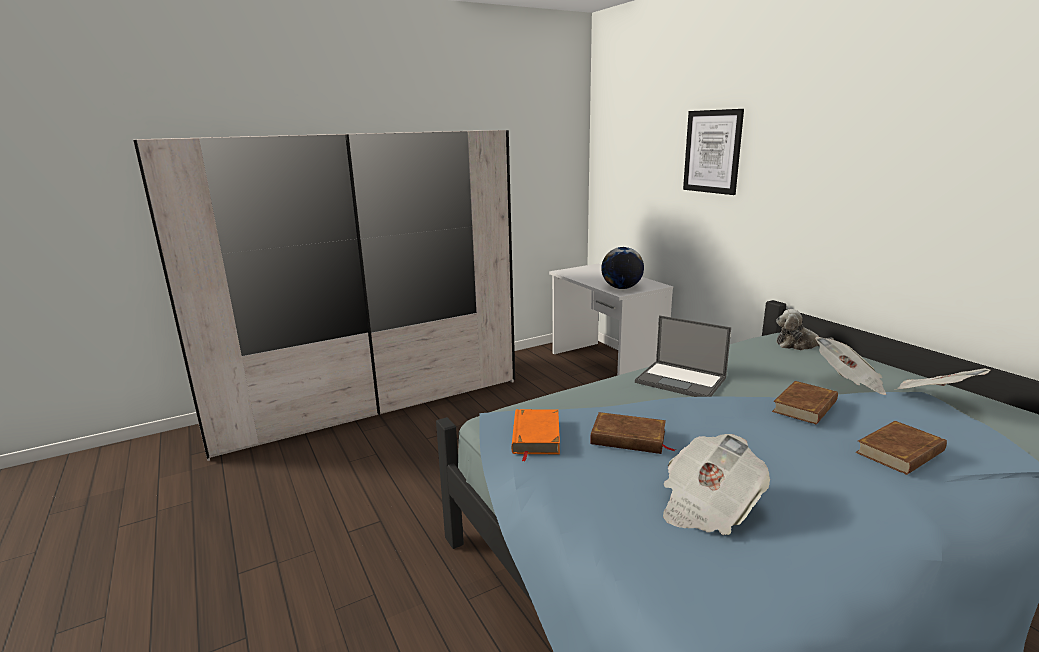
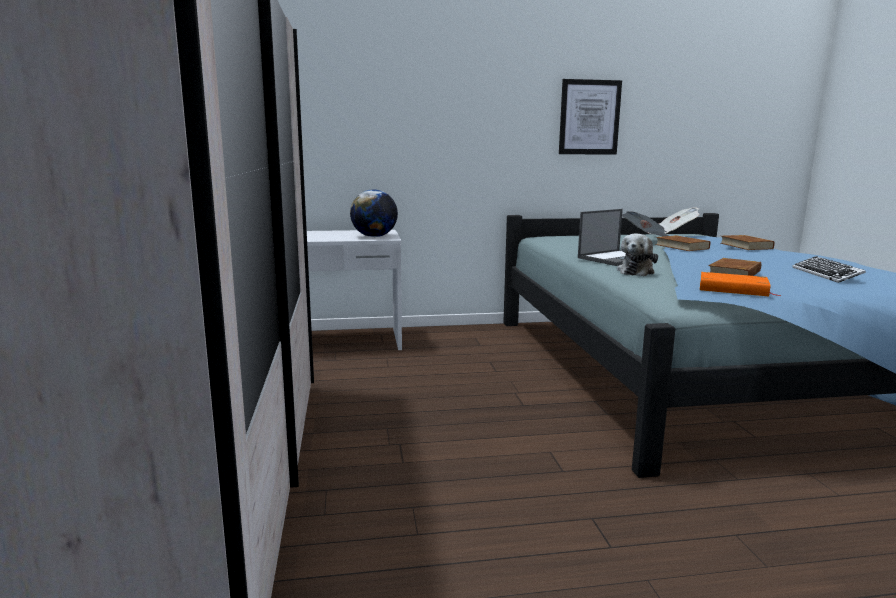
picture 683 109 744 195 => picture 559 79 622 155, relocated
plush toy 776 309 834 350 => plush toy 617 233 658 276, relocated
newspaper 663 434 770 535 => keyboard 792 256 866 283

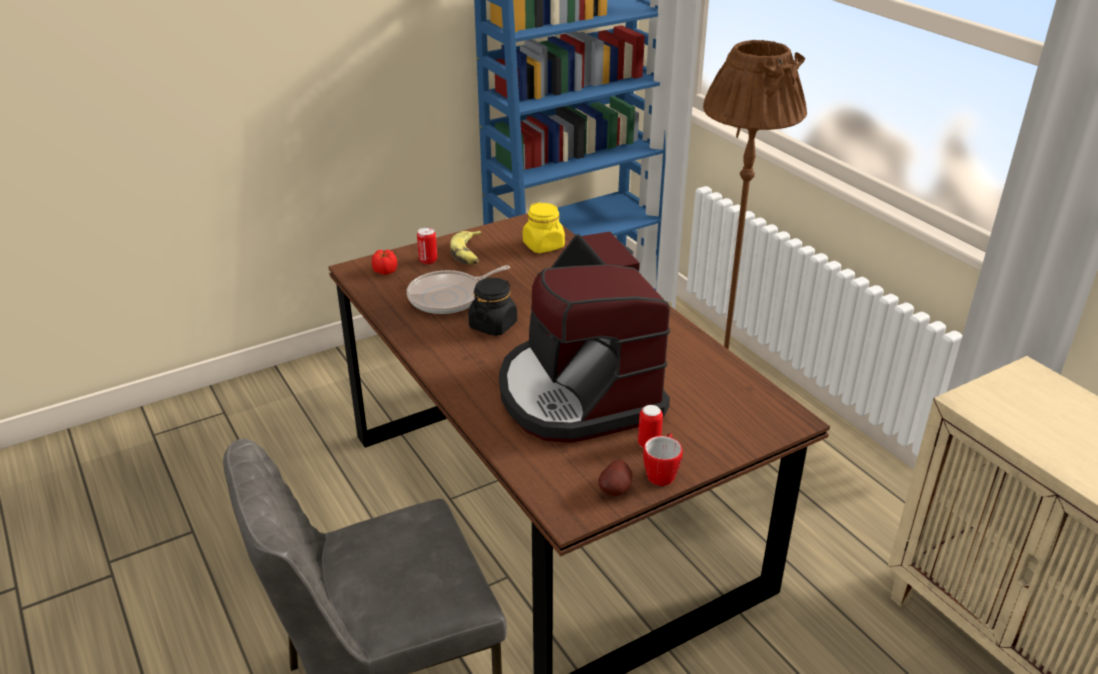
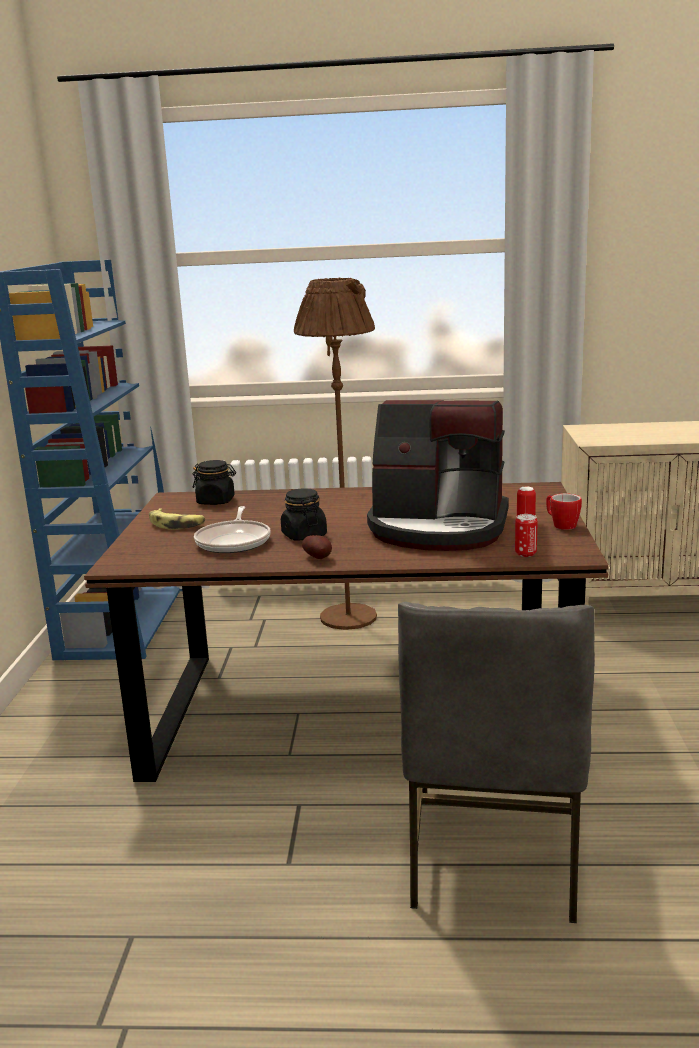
jar/yellow 523 202 565 253 => jar/black 192 460 236 505
can 417 227 437 264 => can 515 514 538 557, relocated
tomato 372 250 397 275 => nothing
potato 598 460 632 496 => potato 302 535 332 559, relocated

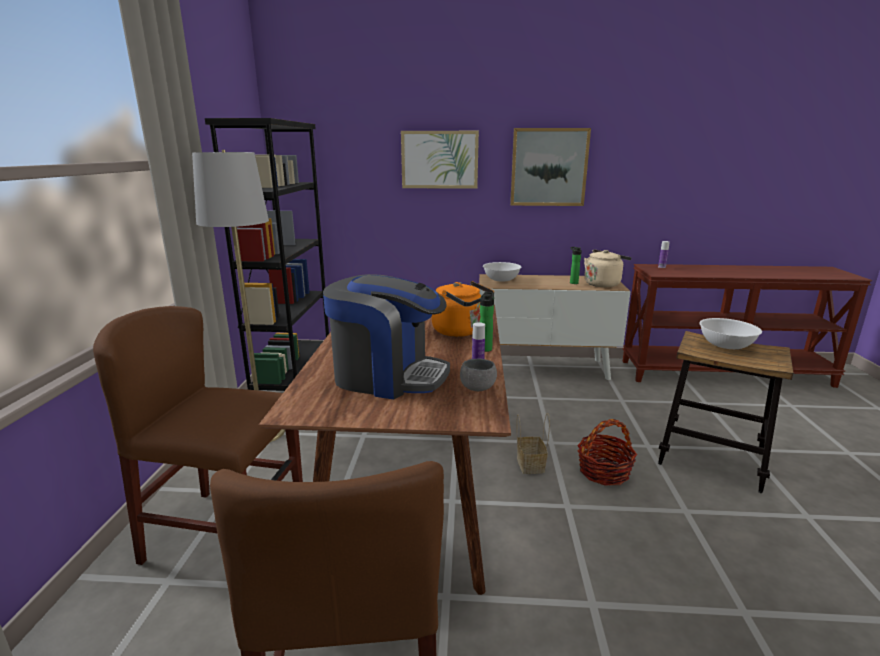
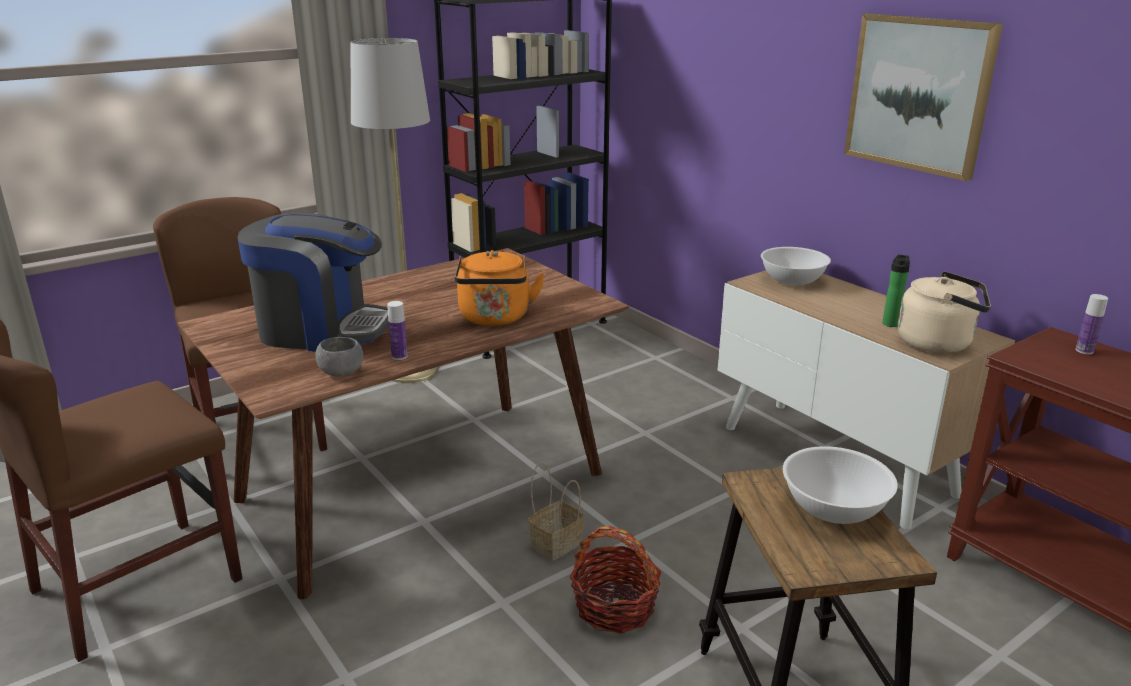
picture 401 131 479 189 => nothing
coffee machine 323 274 450 399 => coffee machine 237 213 389 352, 60 degrees counterclockwise
bottle 480 292 494 352 => nothing

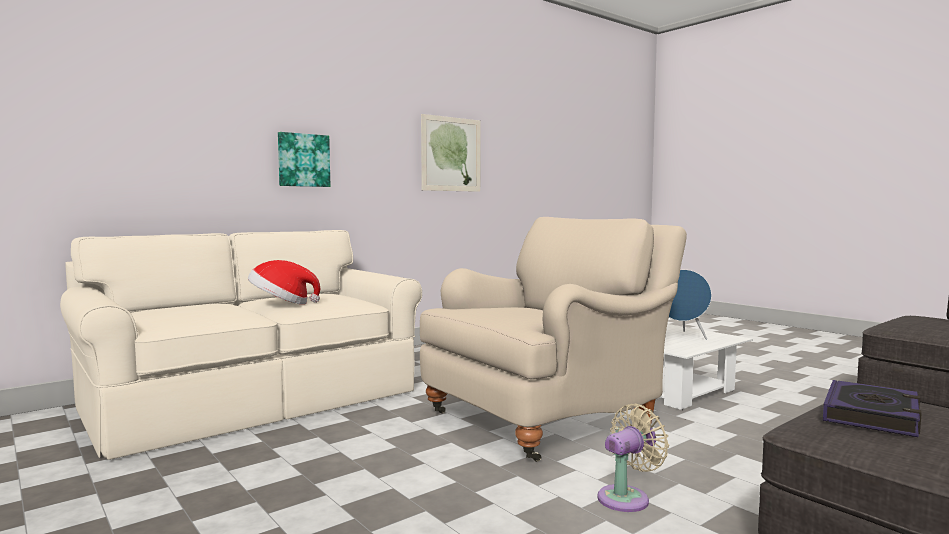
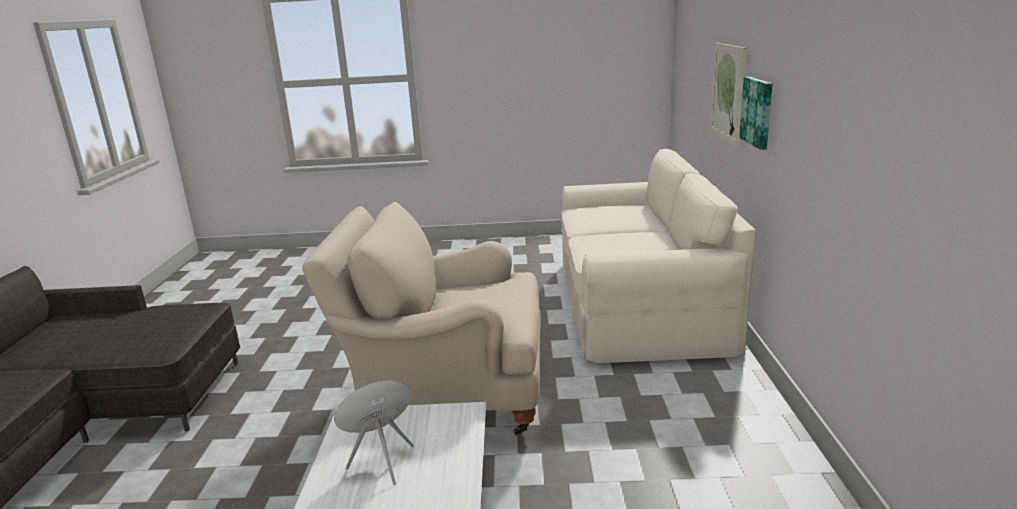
picture 421 114 480 192 => picture 710 43 747 148, relocated
armchair/beige 420 217 687 462 => armchair/beige 302 202 541 435, 90 degrees clockwise
hat 248 260 320 305 => nothing
book 823 380 922 437 => nothing
fan/beige 597 403 669 512 => nothing

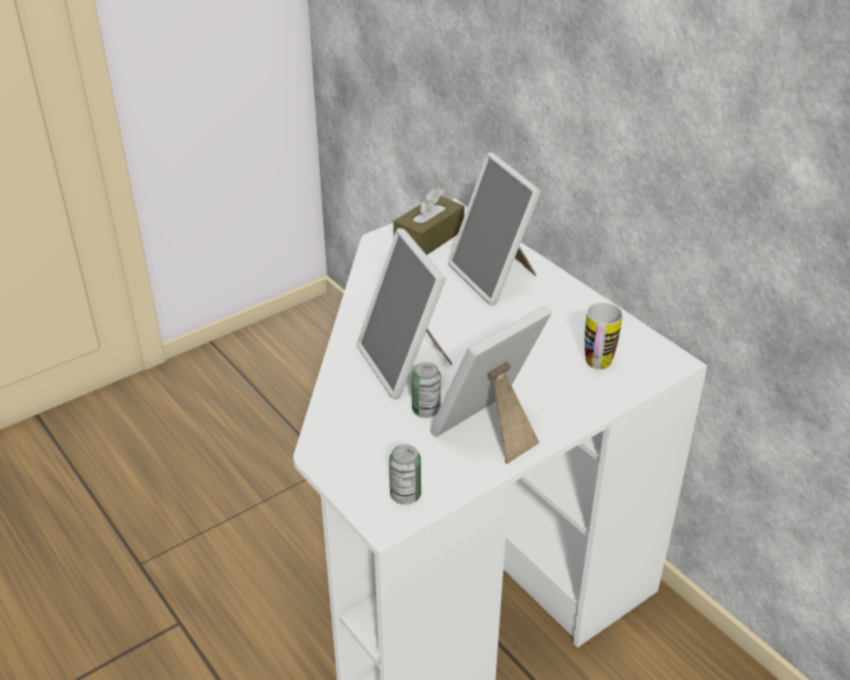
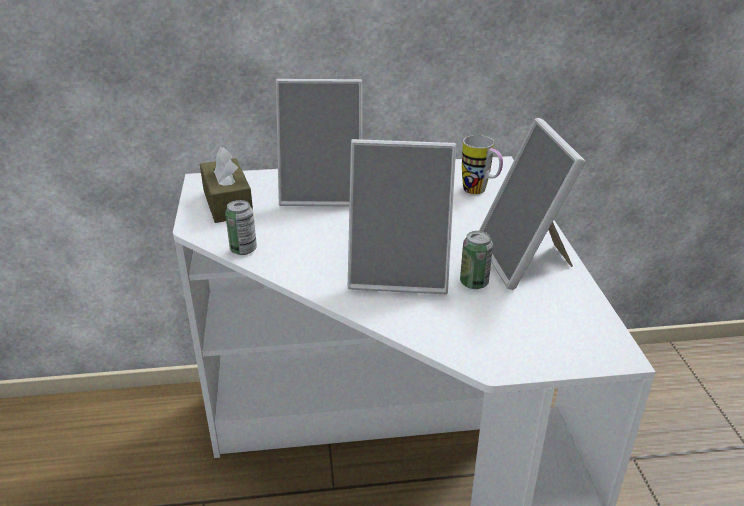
can 389 444 421 505 => can 225 200 257 255, relocated

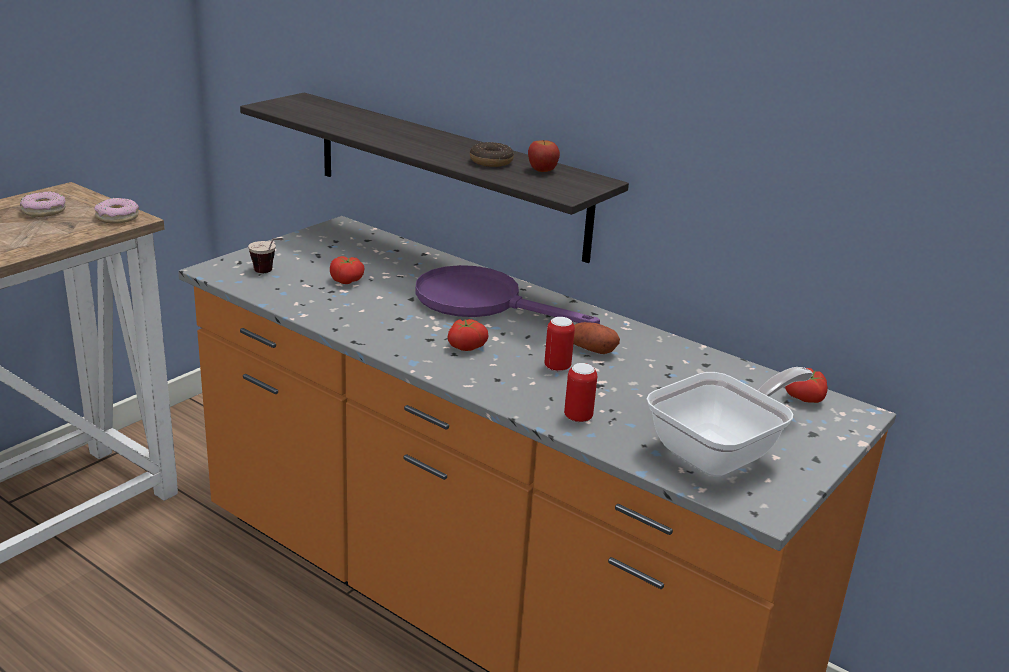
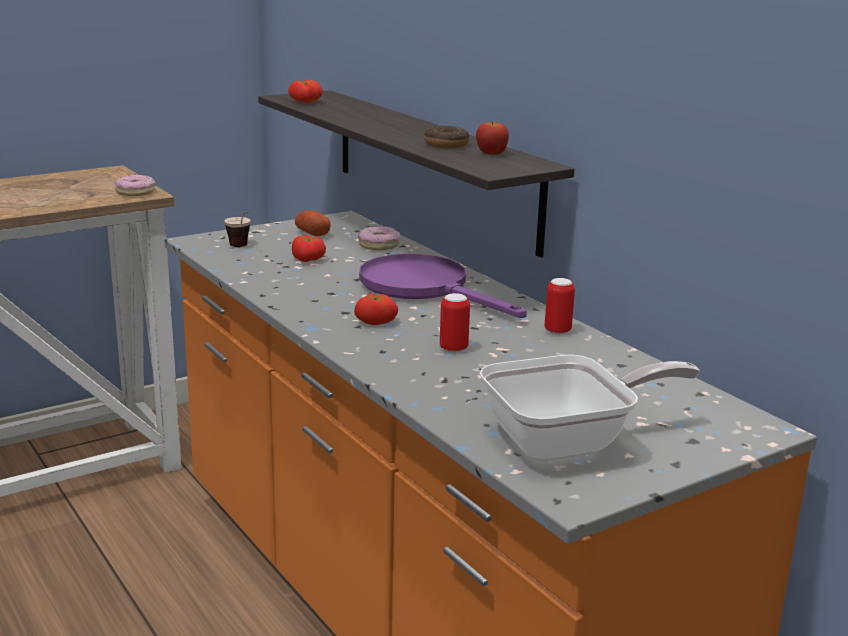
donut 20 191 66 217 => donut 358 226 400 250, relocated
potato 573 322 620 354 => potato 295 210 331 236, relocated
can 564 363 597 423 => can 544 278 575 334, relocated
tomato 785 368 828 403 => tomato 288 79 323 103, relocated

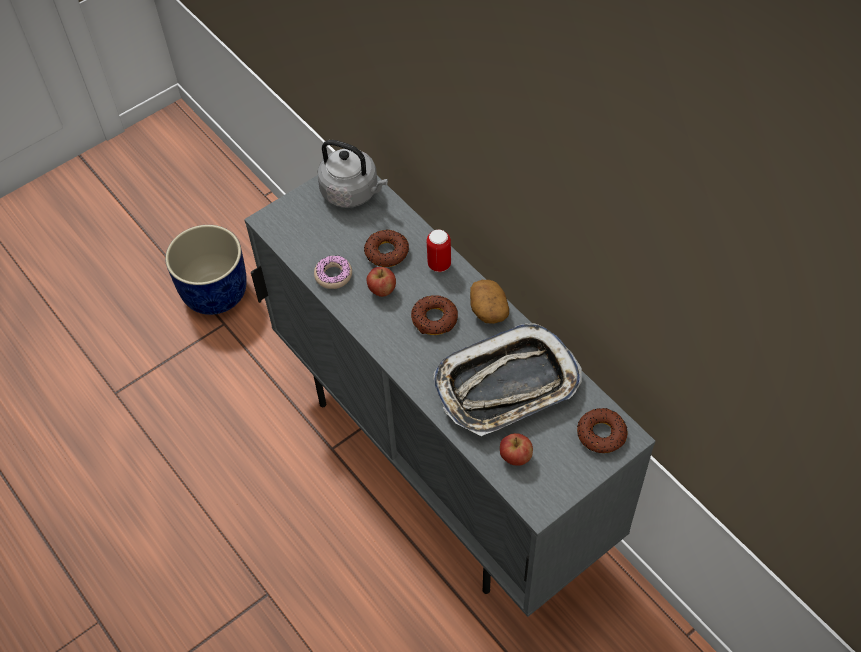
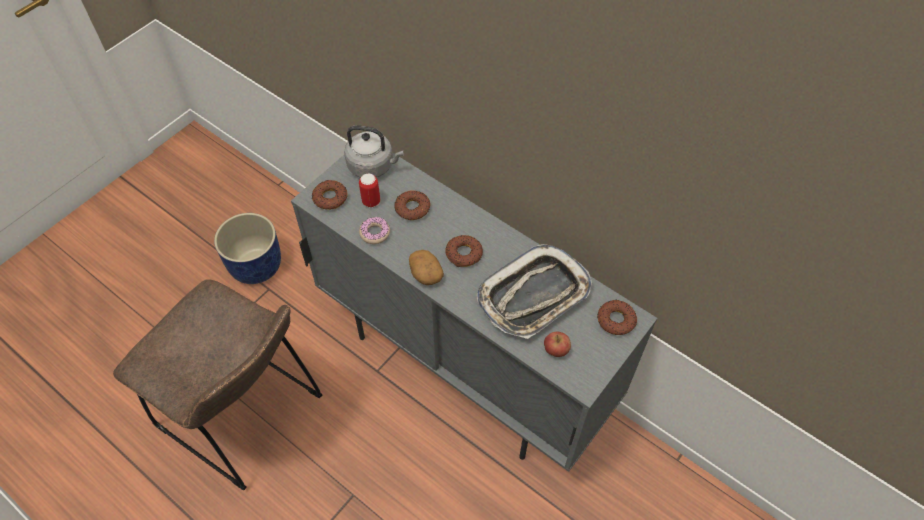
can 427 229 451 272 => can 359 173 380 207, relocated
apple 367 267 396 297 => nothing
potato 470 280 509 324 => potato 409 250 444 285, relocated
nothing => donut 312 180 347 210
nothing => chair/brown 113 279 322 491

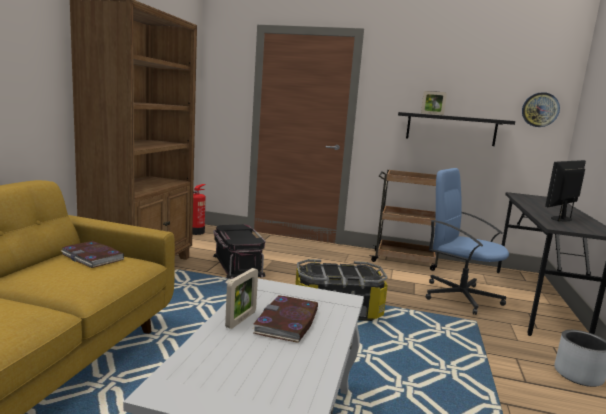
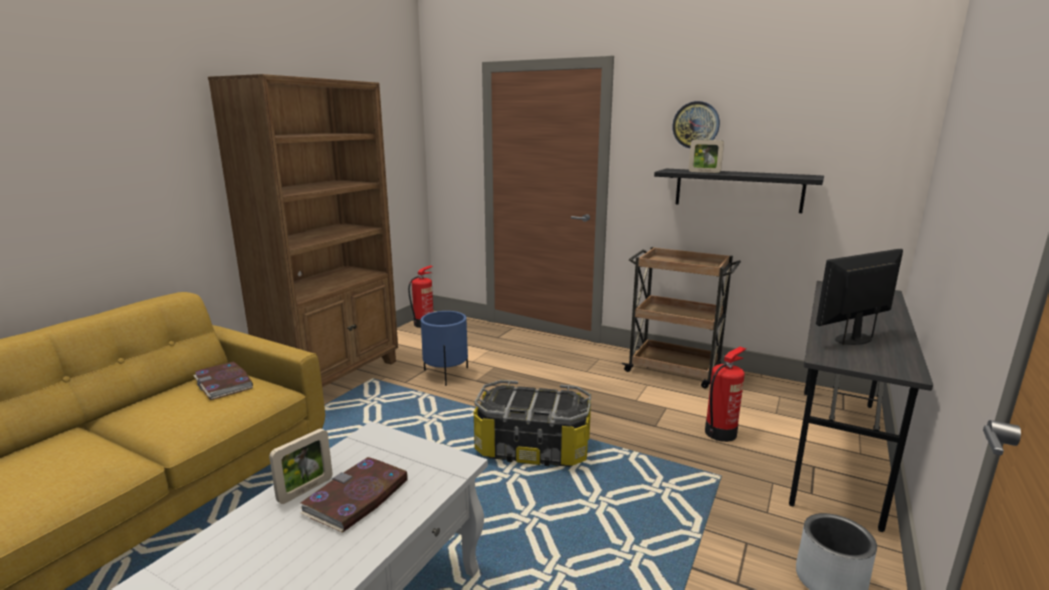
wall clock 522 92 560 127 => wall clock 672 101 720 148, relocated
office chair/blue 426 168 509 315 => fire extinguisher 705 347 746 442
storage box/black 213 224 266 279 => planter/blue 421 311 468 386

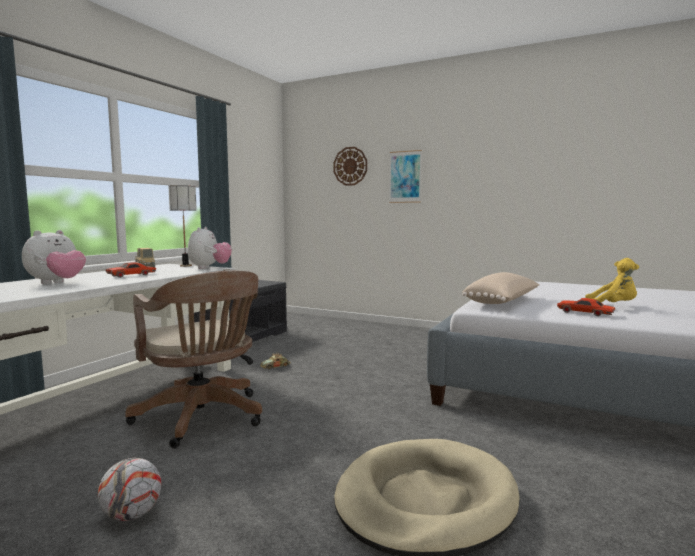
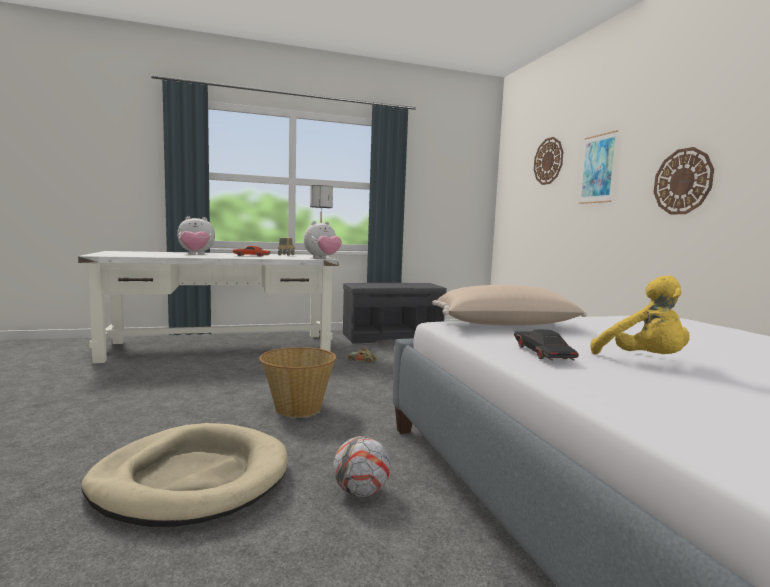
office chair/brown 125 271 262 448 => nothing
toy car/red 557 298 615 316 => toy car/black 514 329 579 361
football 98 458 161 521 => football 333 436 391 497, relocated
nothing => wall clock 654 147 714 215
nothing => basket 259 347 337 417

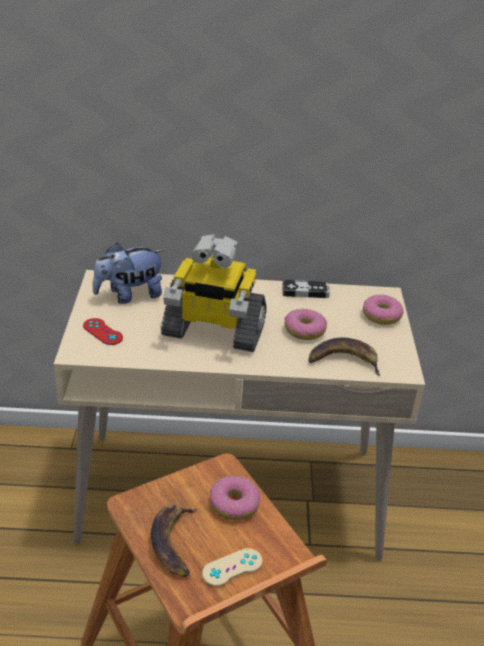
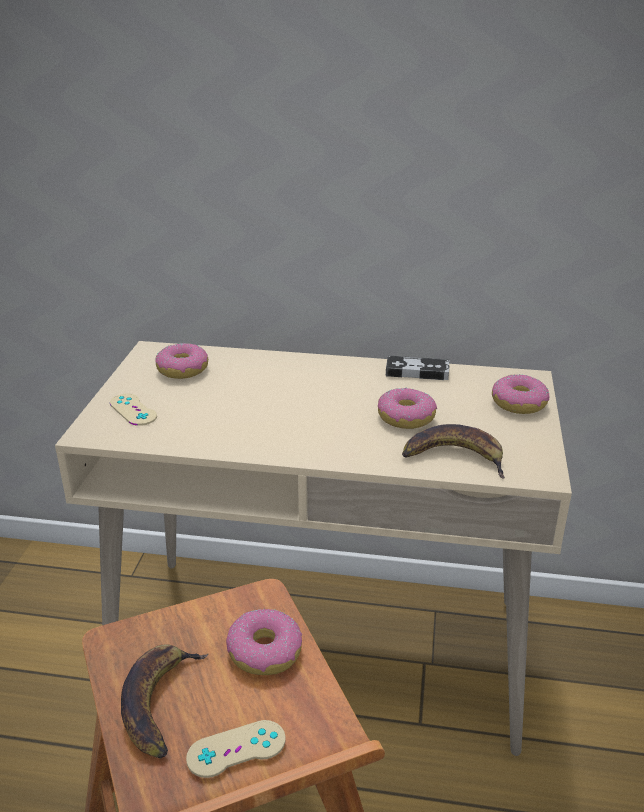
toy robot 161 234 267 352 => nothing
plush toy 93 243 164 304 => donut 155 343 208 379
game controller/red 83 318 123 345 => game controller/beige 110 394 157 426

